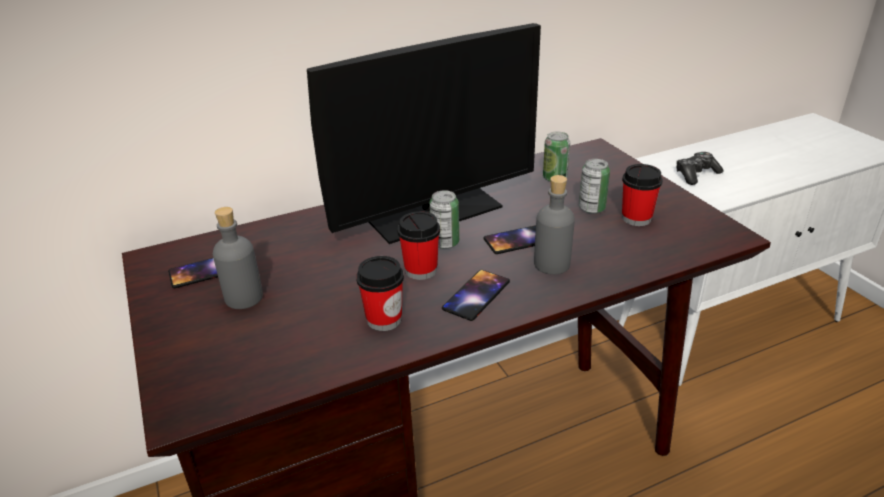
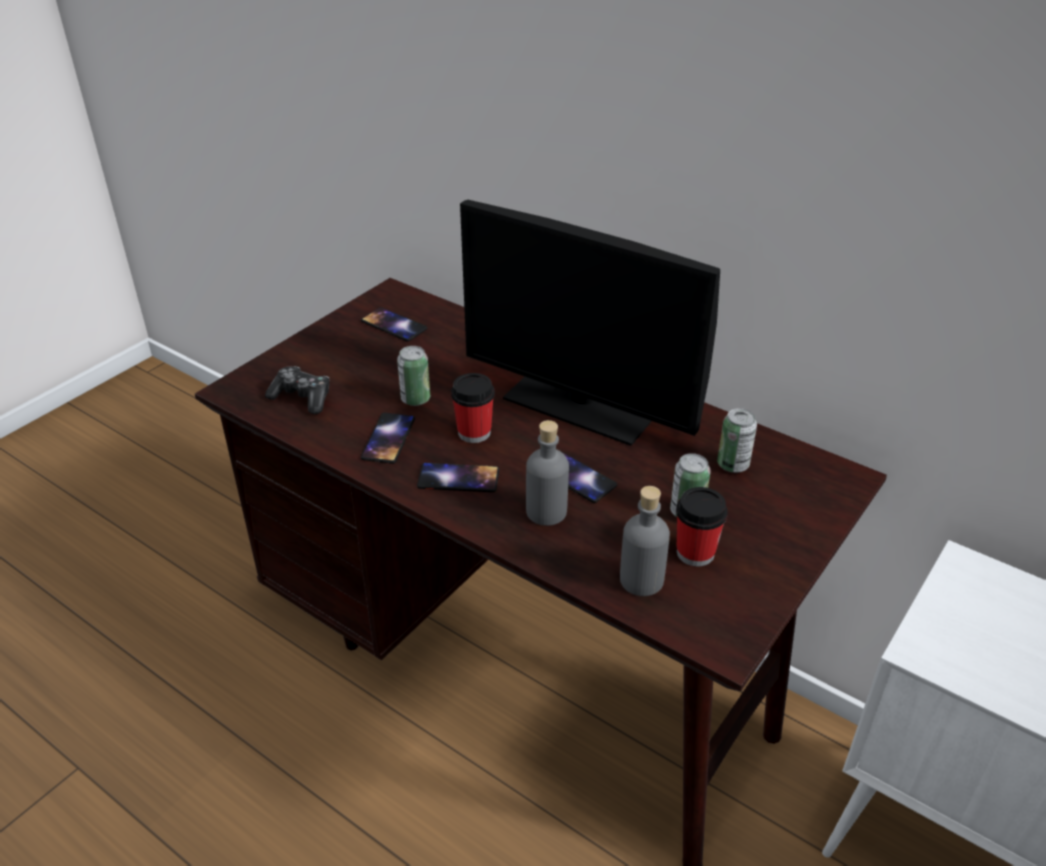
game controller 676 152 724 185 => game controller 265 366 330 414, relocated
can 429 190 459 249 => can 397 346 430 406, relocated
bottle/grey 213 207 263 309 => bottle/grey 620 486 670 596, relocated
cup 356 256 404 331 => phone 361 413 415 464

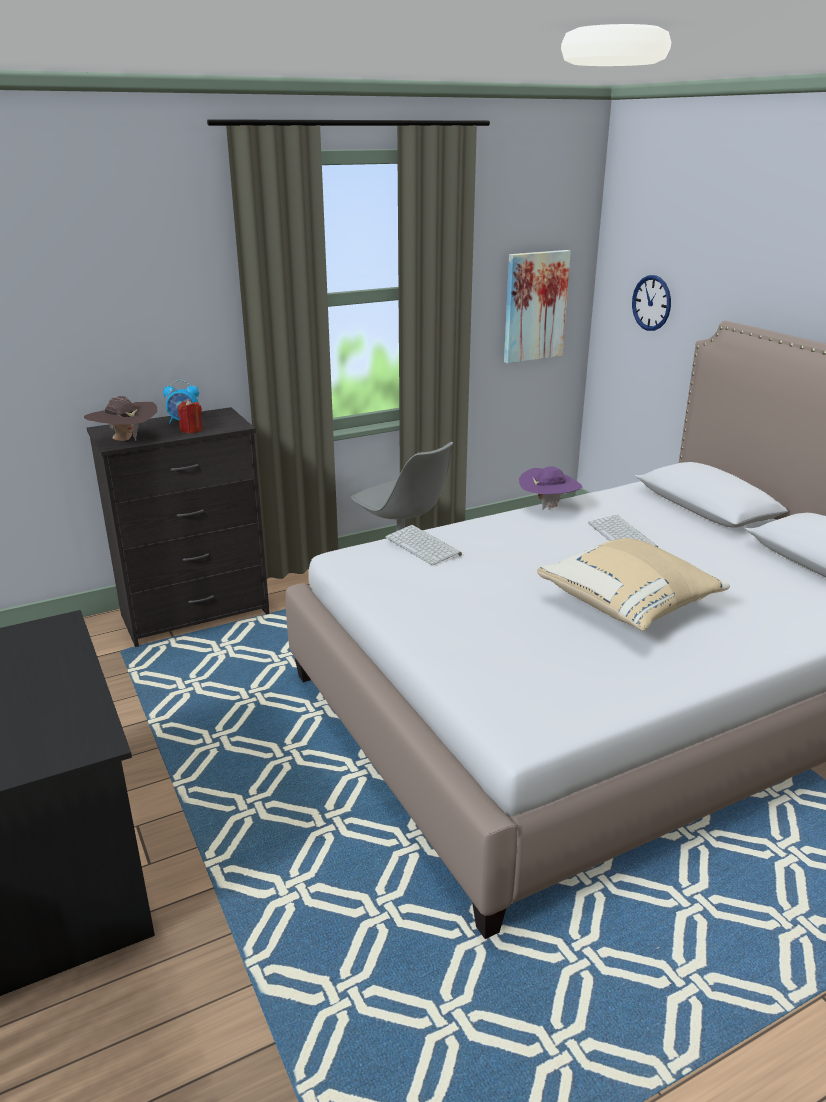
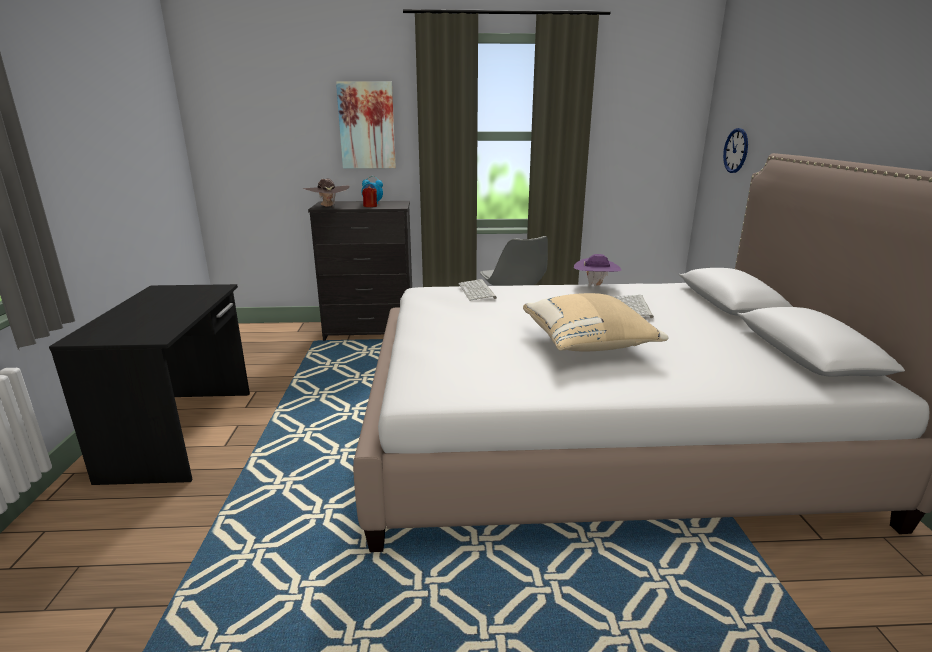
picture 504 250 571 363 => picture 336 81 396 169, relocated

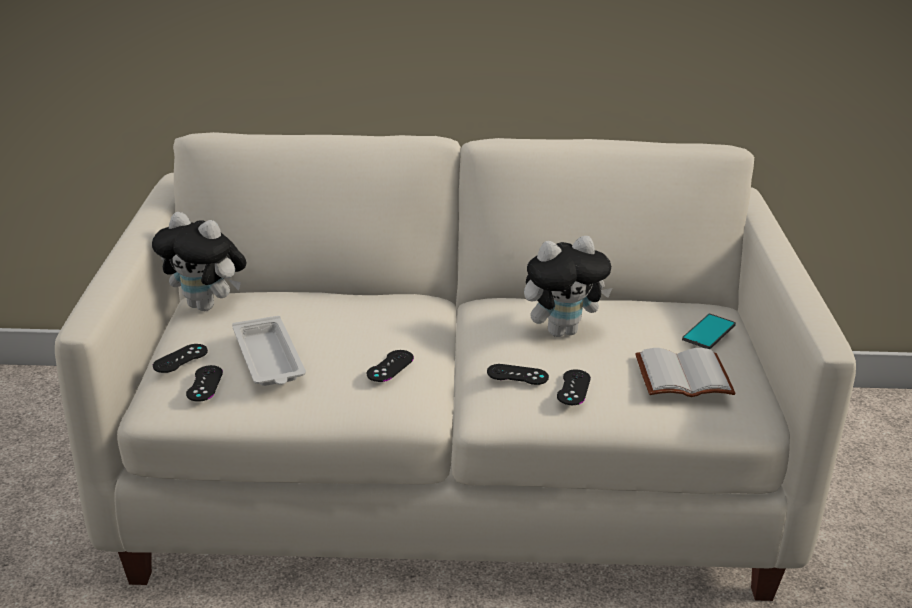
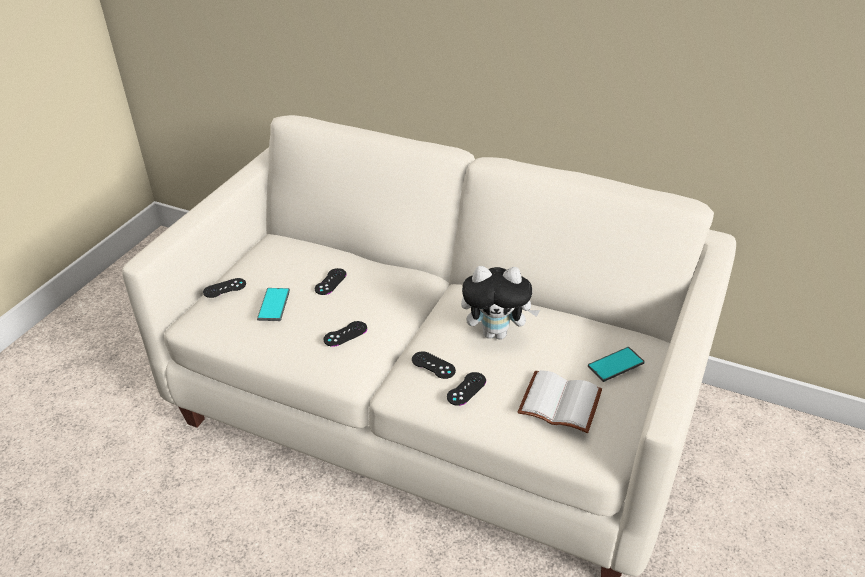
plush toy 152 212 247 311 => nothing
tray/white 232 316 306 386 => phone 257 288 290 321
game controller/black 186 365 223 402 => game controller/black 315 268 347 295, relocated

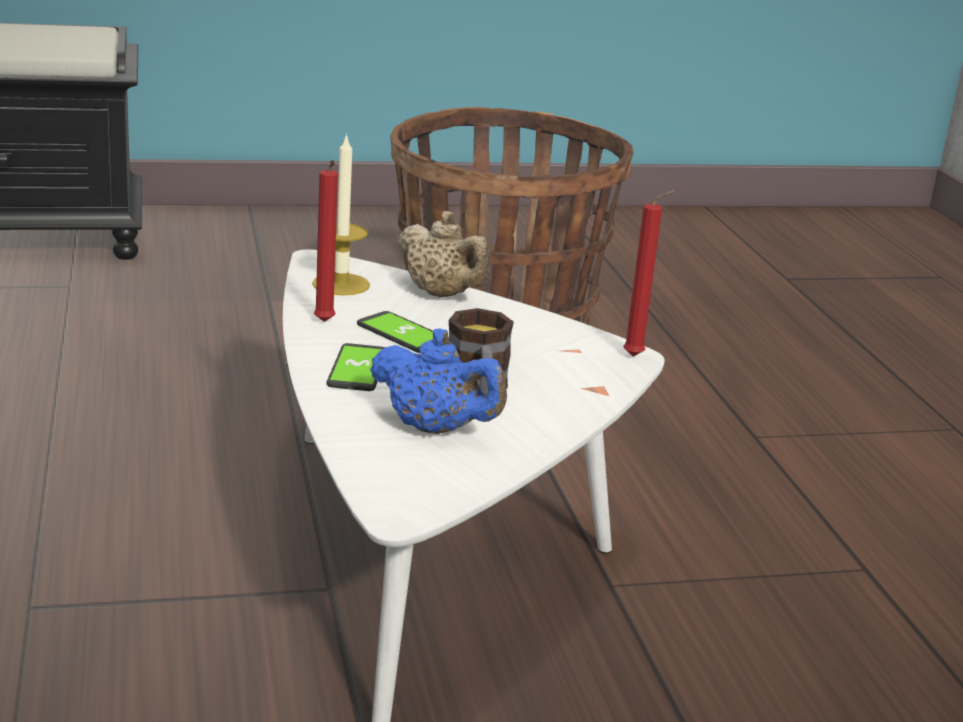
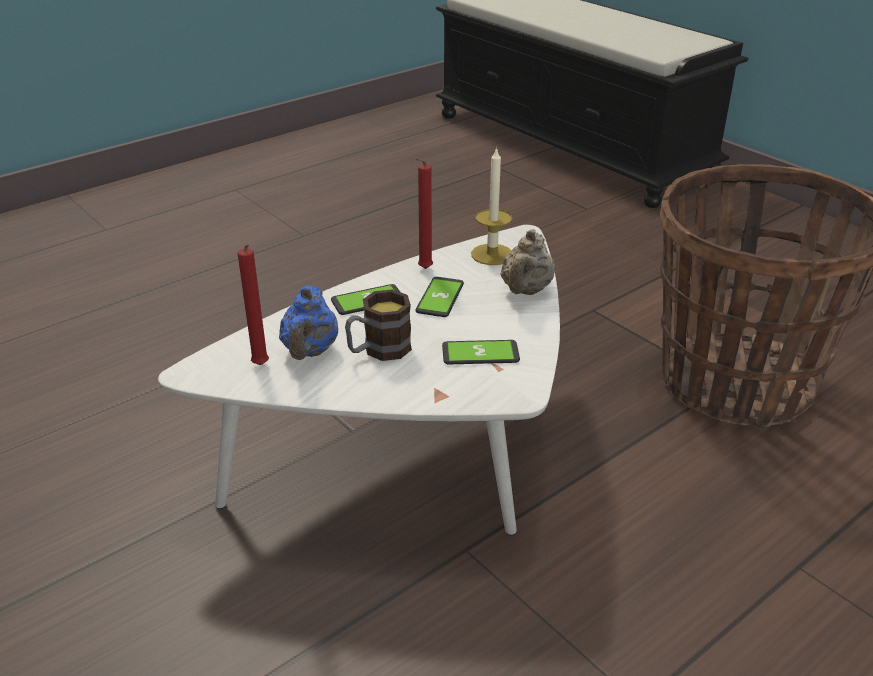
candle/red 623 190 675 357 => candle/red 238 244 269 365, relocated
nothing => phone 442 340 520 364

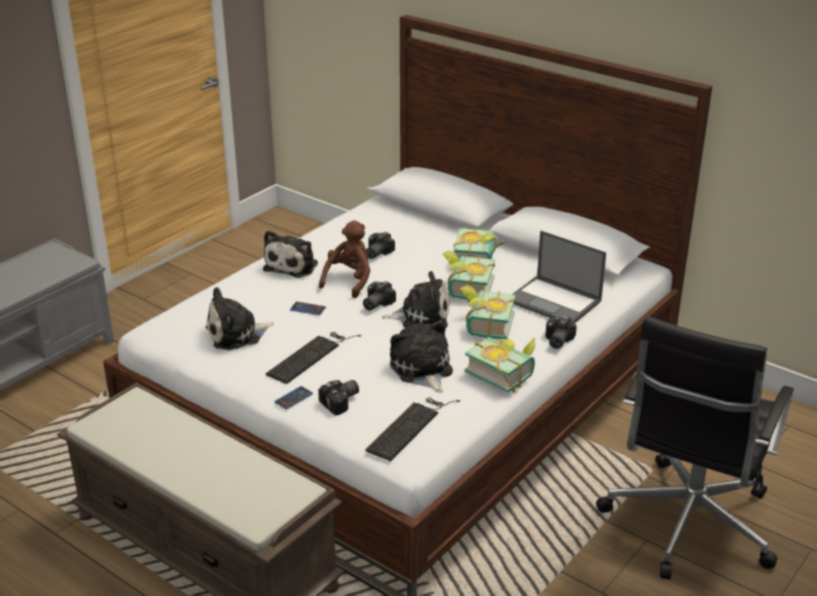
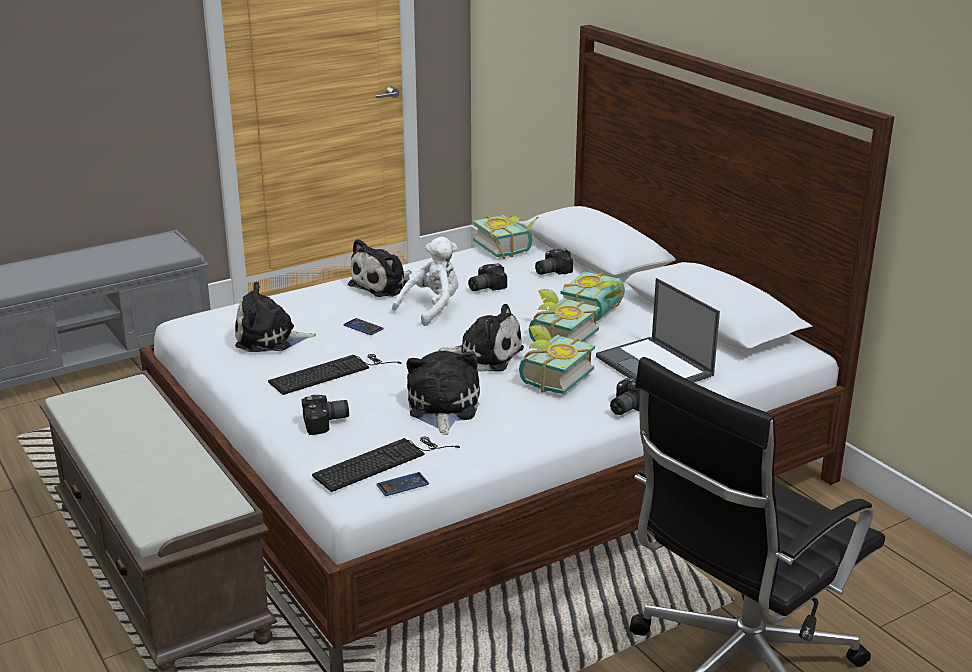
plush toy/brown 319 220 370 298 => plush toy/white 392 237 459 326
photo camera 363 281 396 310 => photo camera 535 248 573 275, relocated
book 465 337 535 393 => book 473 215 538 259, relocated
phone 274 386 313 409 => phone 376 472 429 496, relocated

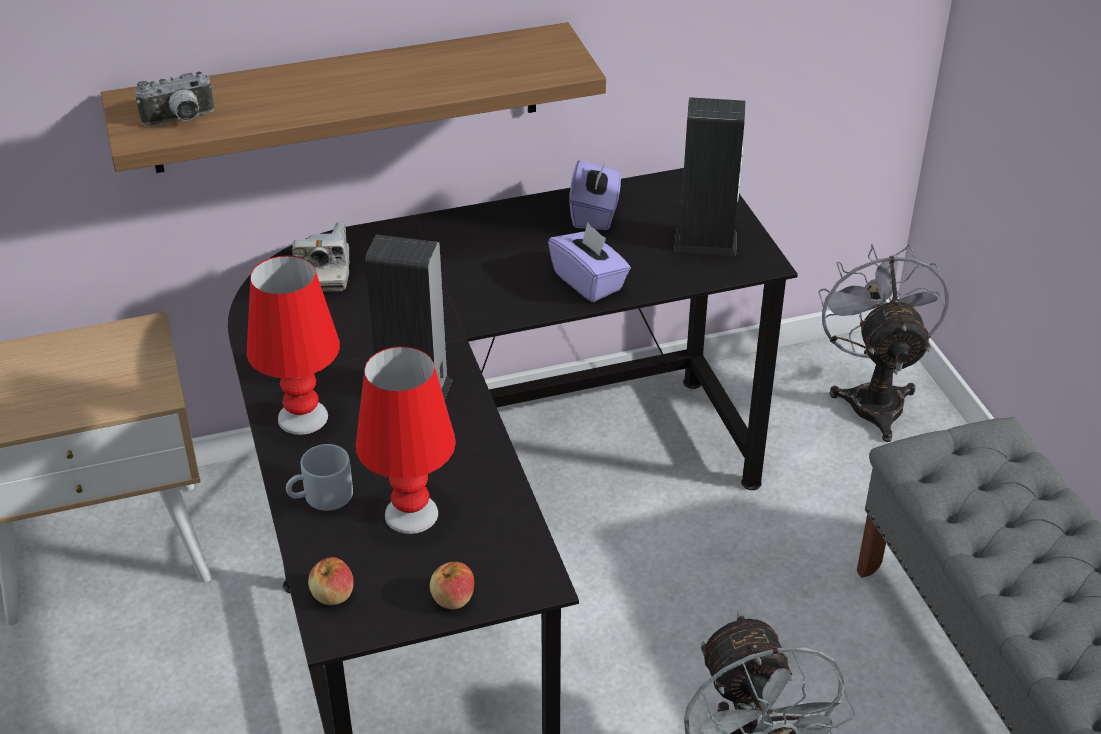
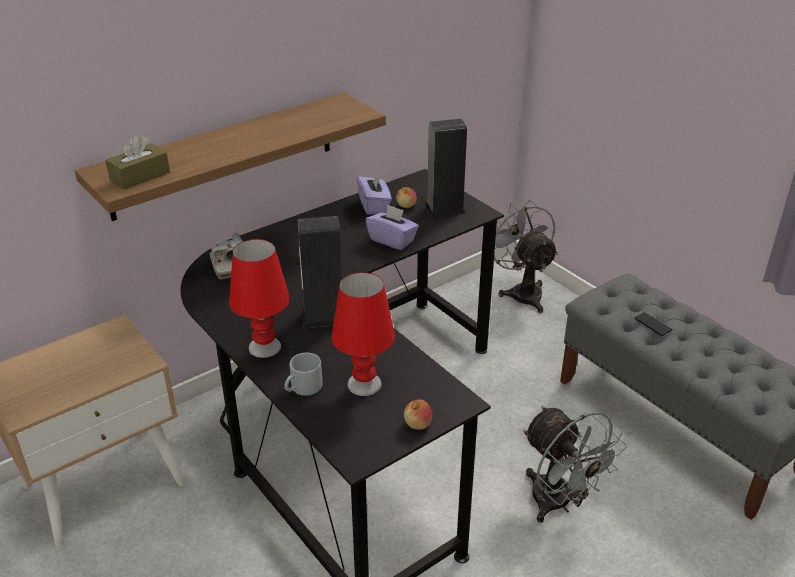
photo camera 135 71 214 126 => tissue box/brown 105 135 170 190
apple 308 557 353 605 => apple 396 187 417 208, relocated
nothing => phone 634 312 673 336

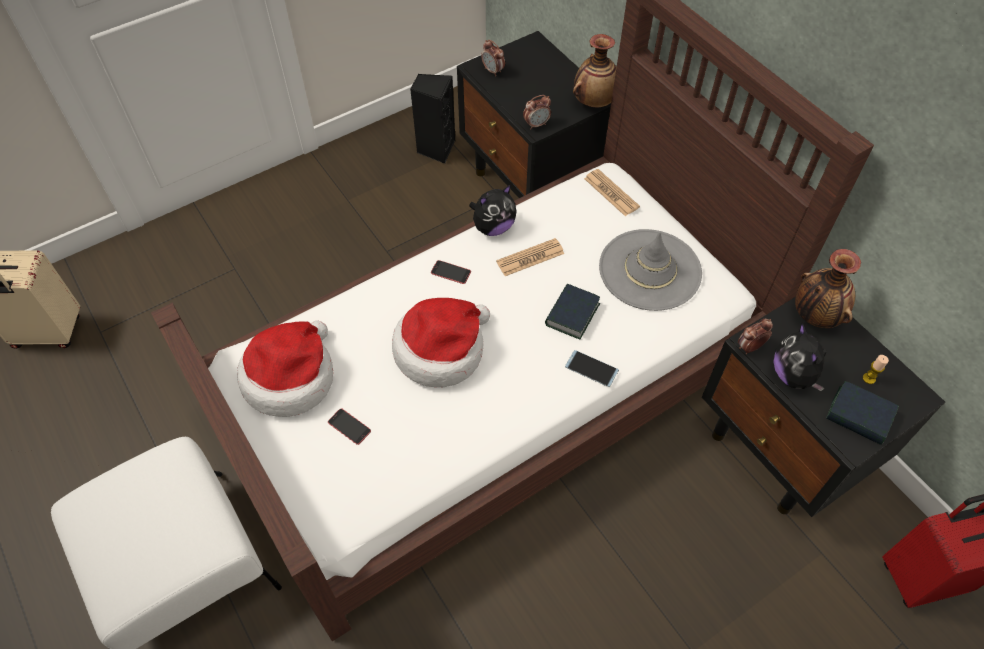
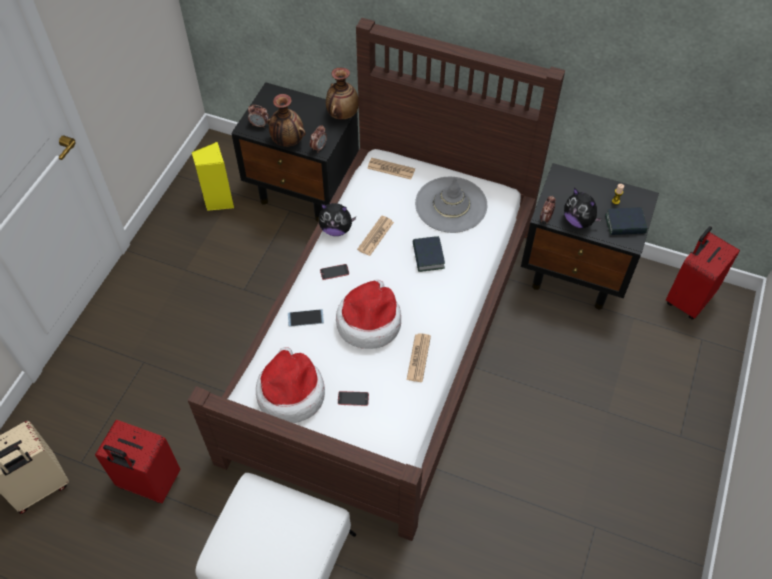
speaker/black 410 74 455 164 => speaker/yellow 192 142 234 211
plush toy 469 184 517 236 => plush toy 319 203 356 236, 75 degrees clockwise
vase 795 249 861 328 => vase 267 94 306 147, relocated
phone 565 350 619 387 => phone 288 309 324 327, relocated
nothing => newspaper 407 333 431 382
nothing => suitcase/red 95 420 181 503

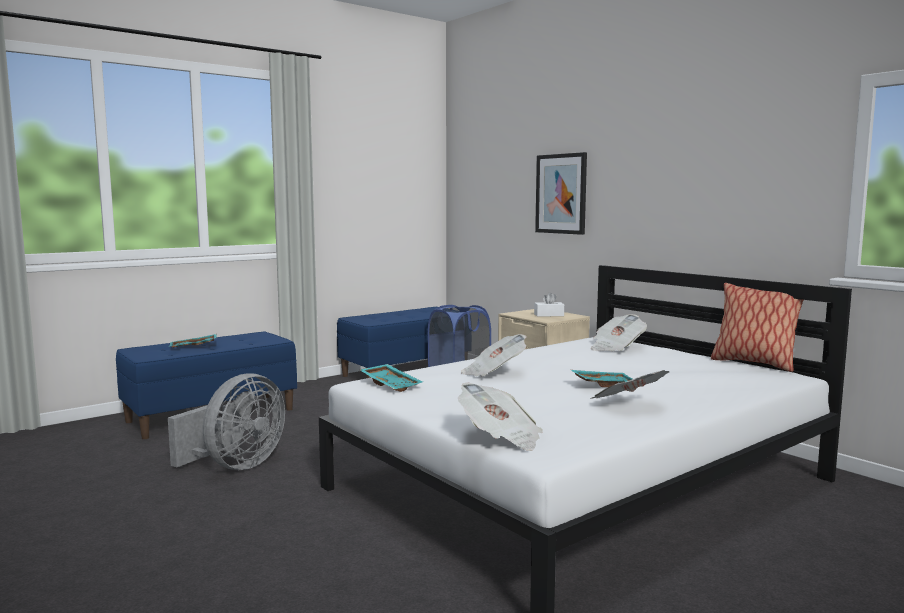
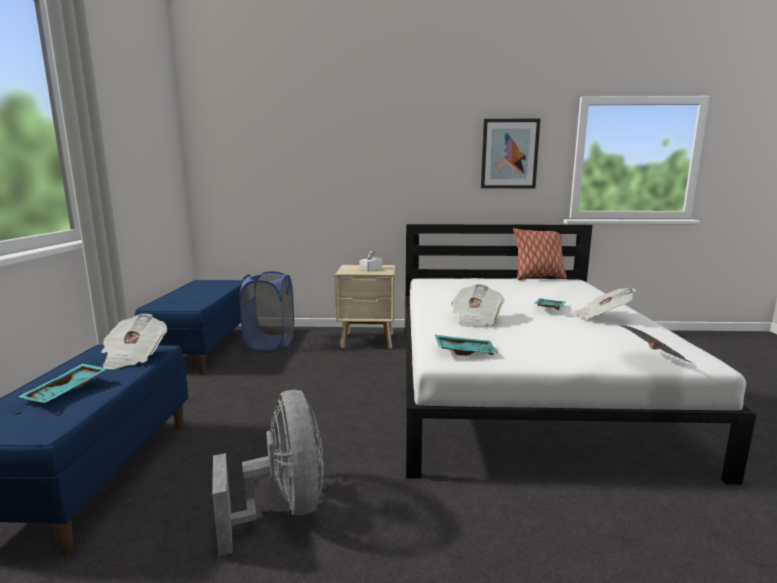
picture 535 152 587 235 => picture 481 119 540 188, relocated
newspaper 591 314 647 351 => newspaper 101 314 167 369, relocated

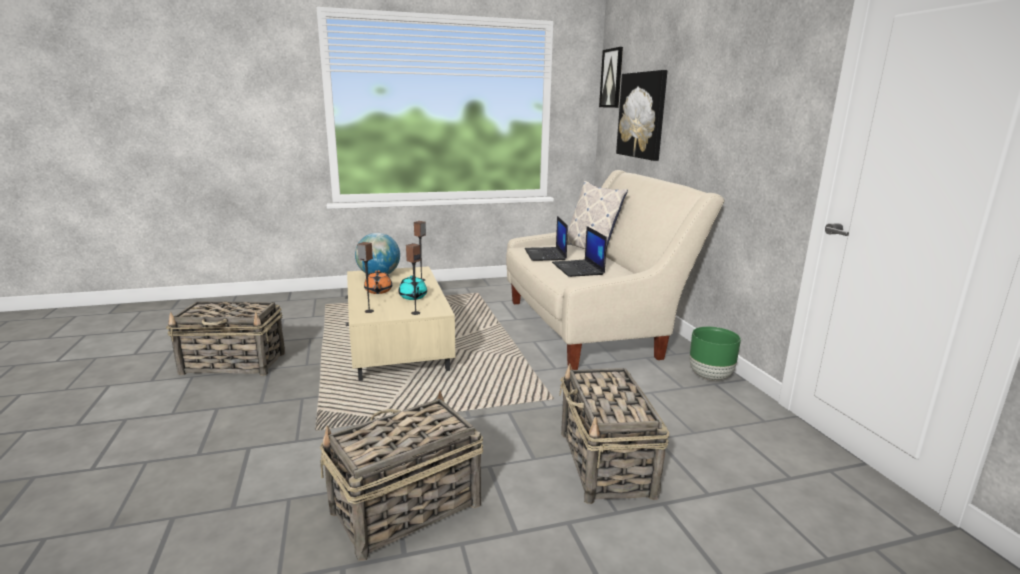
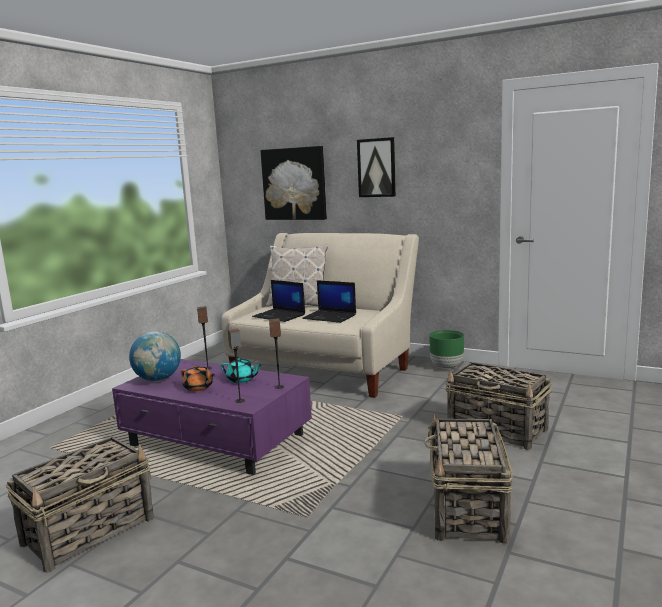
picture 599 47 623 108 => picture 357 137 396 197, relocated
coffee table/beige 345 266 455 381 => coffee table/purple 112 359 312 475

